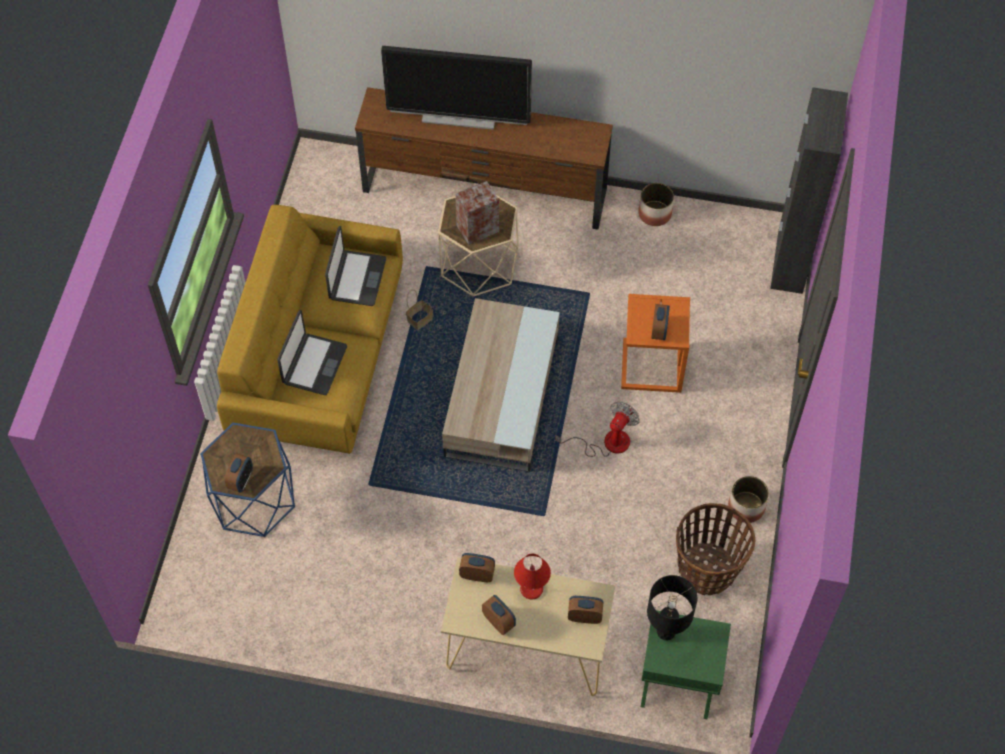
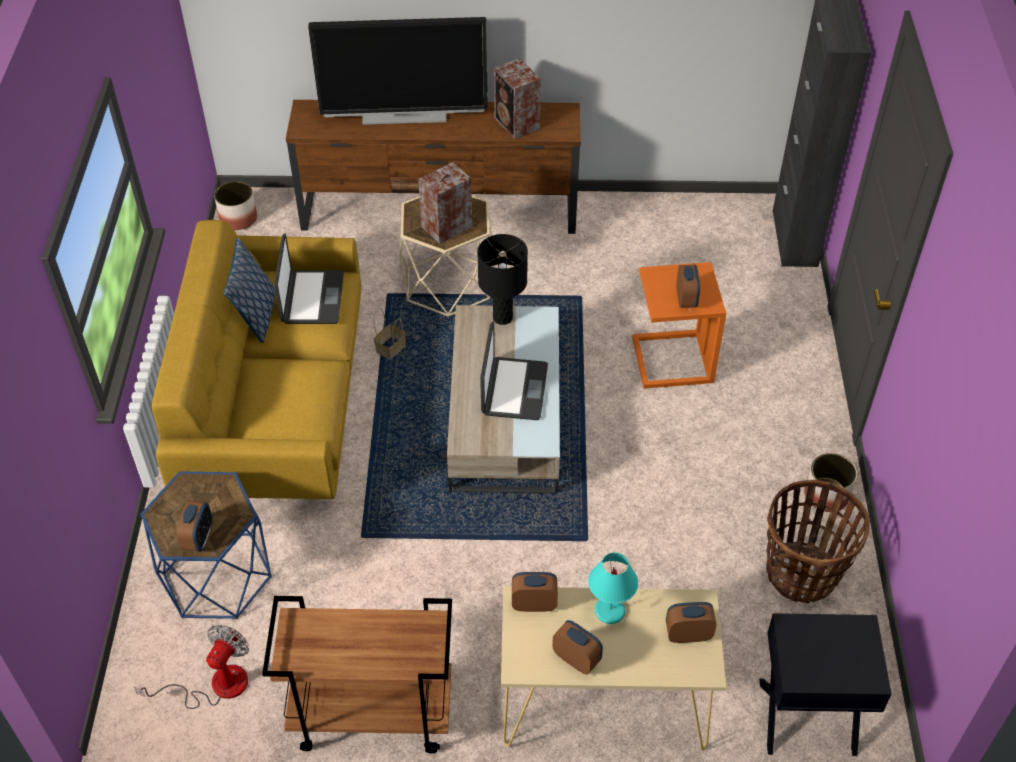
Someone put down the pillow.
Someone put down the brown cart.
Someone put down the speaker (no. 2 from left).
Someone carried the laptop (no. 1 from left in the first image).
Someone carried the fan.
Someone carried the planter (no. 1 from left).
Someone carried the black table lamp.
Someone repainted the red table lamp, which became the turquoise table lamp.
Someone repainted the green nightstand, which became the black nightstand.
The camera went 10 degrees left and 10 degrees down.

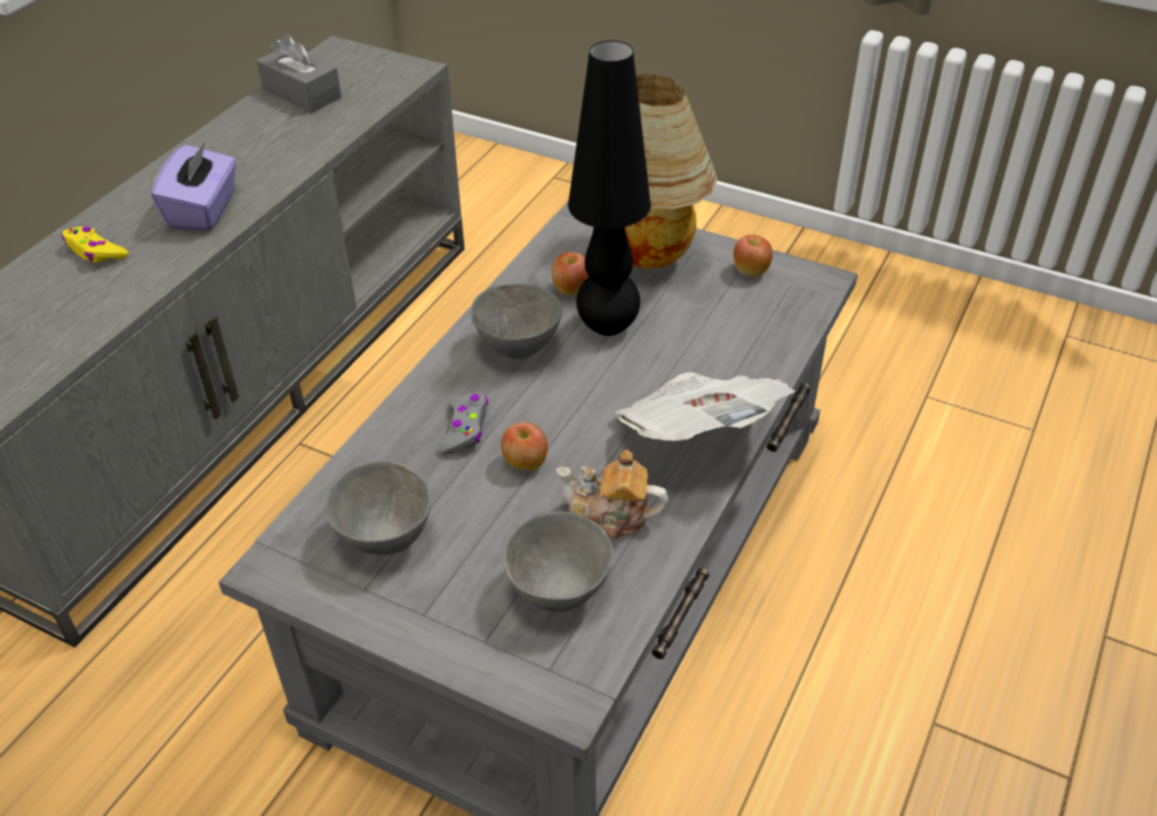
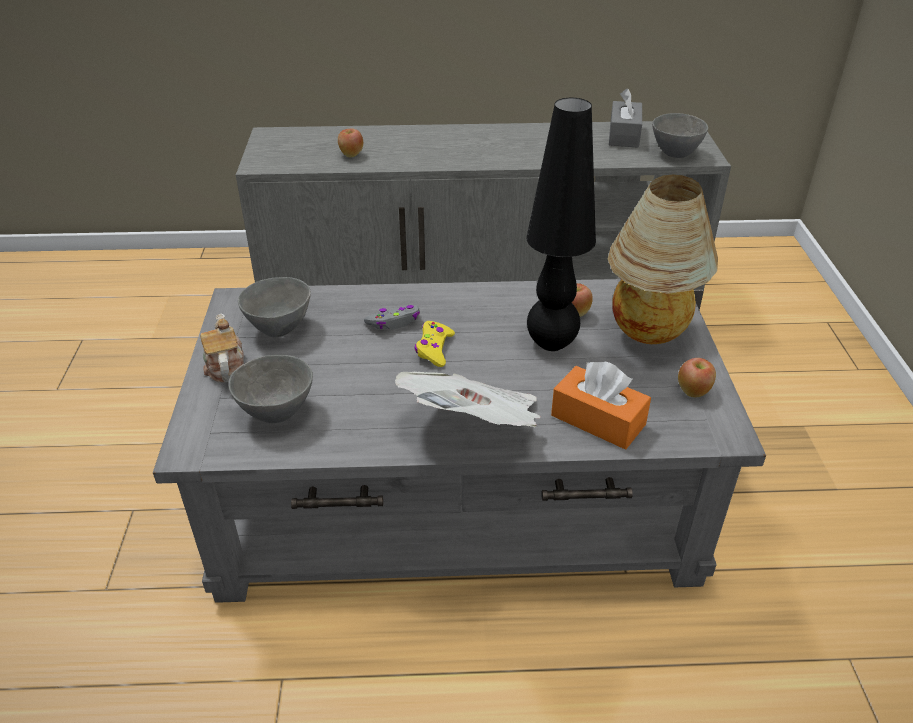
Someone took away the purple tissue box.
Someone put down the orange tissue box.
Someone carried the yellow game controller.
Someone carried the grey bowl (no. 2 from left in the first image).
Someone carried the apple (no. 1 from left).
Someone carried the teapot.
The camera went 60 degrees right and 5 degrees down.

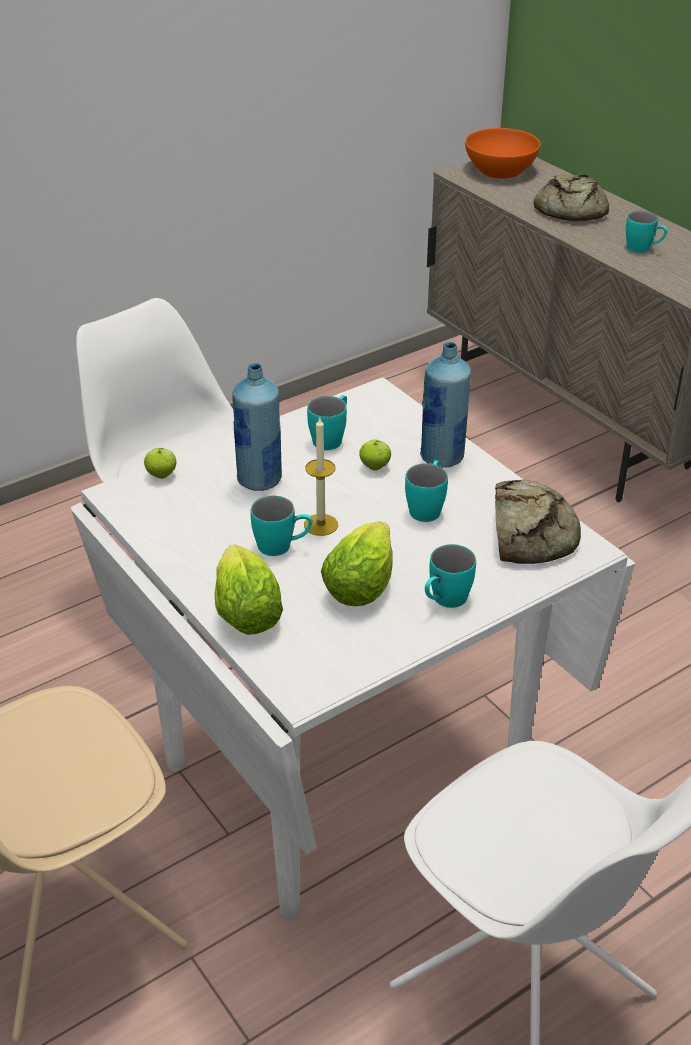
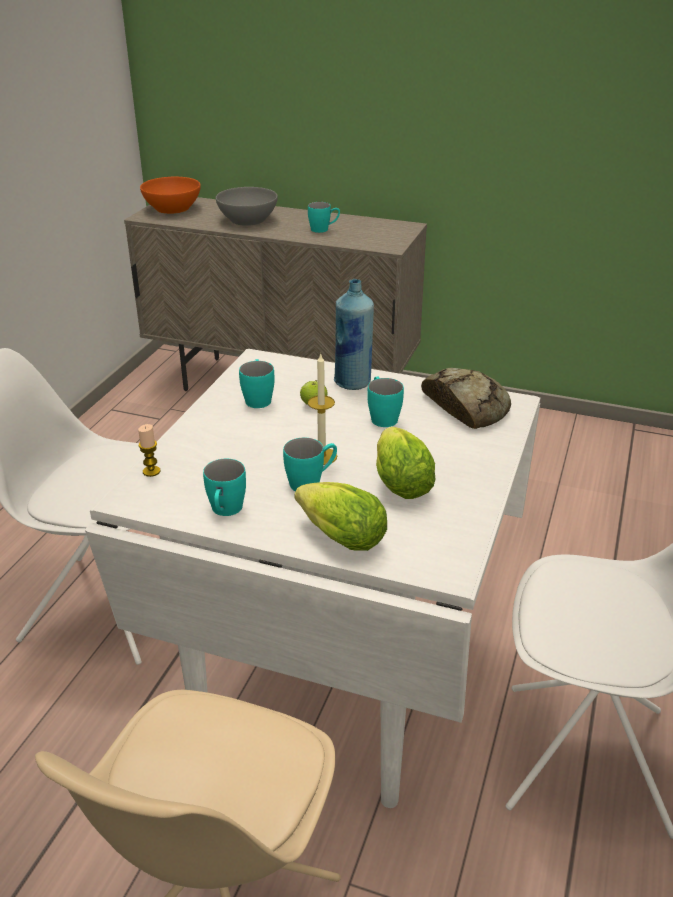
Someone took away the blue bottle (no. 1 from left).
Someone carried the turquoise mug (no. 4 from left in the first image).
Someone swapped the apple (no. 1 from left) for the candle (no. 1 from left).
Someone swapped the bread (no. 2 from left) for the grey bowl.
The camera went 35 degrees left and 5 degrees down.

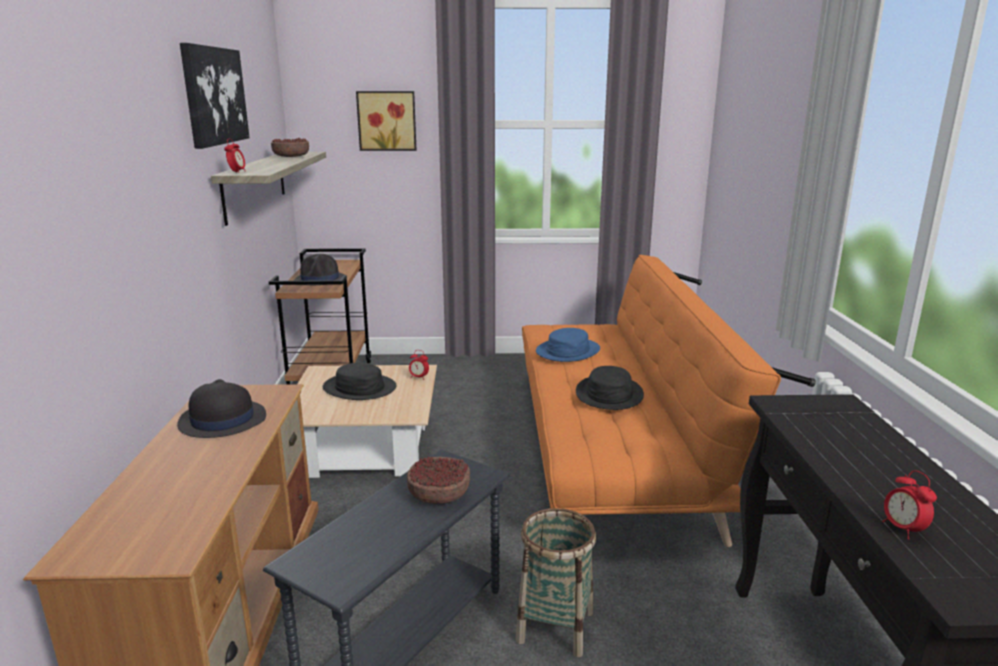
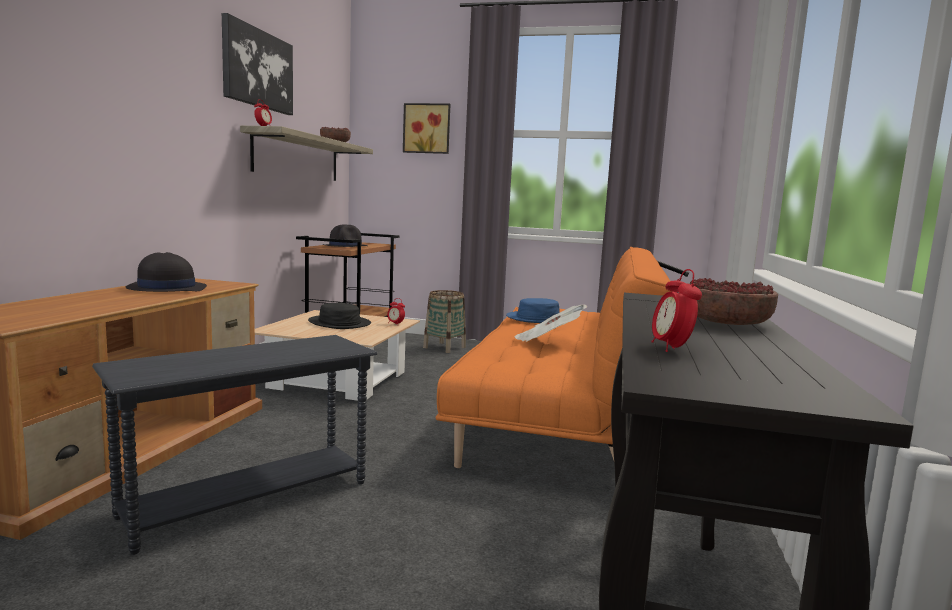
Someone carried the bowl (no. 2 from left).
Someone carried the basket.
Someone swapped the black hat (no. 4 from left) for the newspaper.
The camera went 15 degrees right and 10 degrees down.

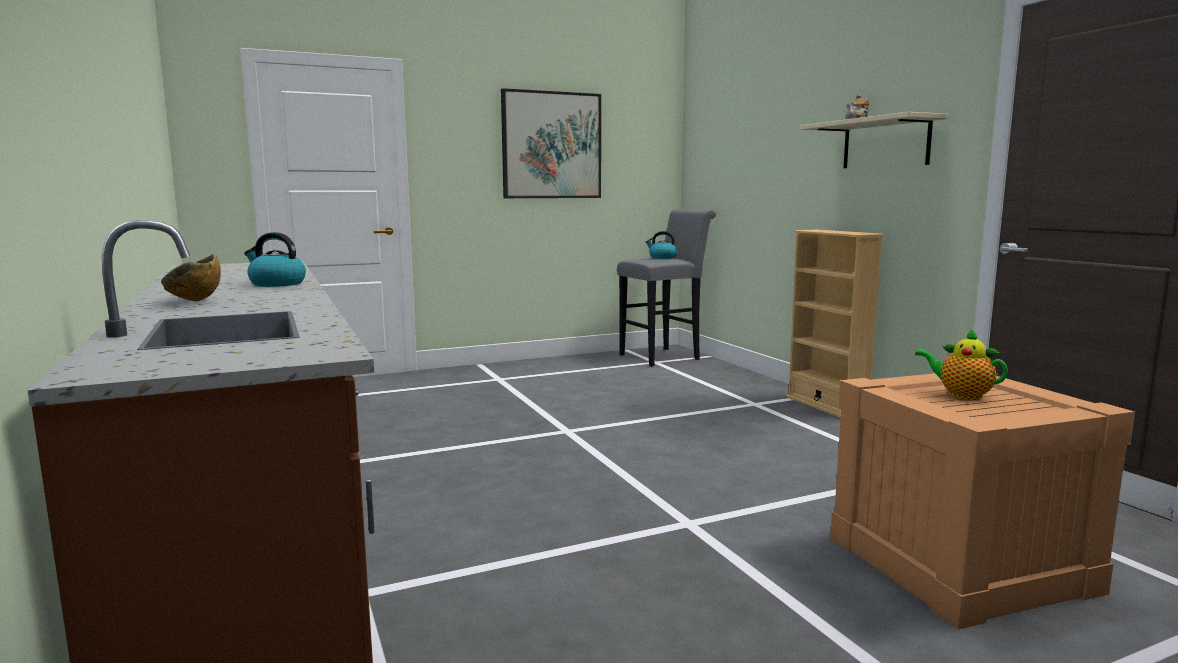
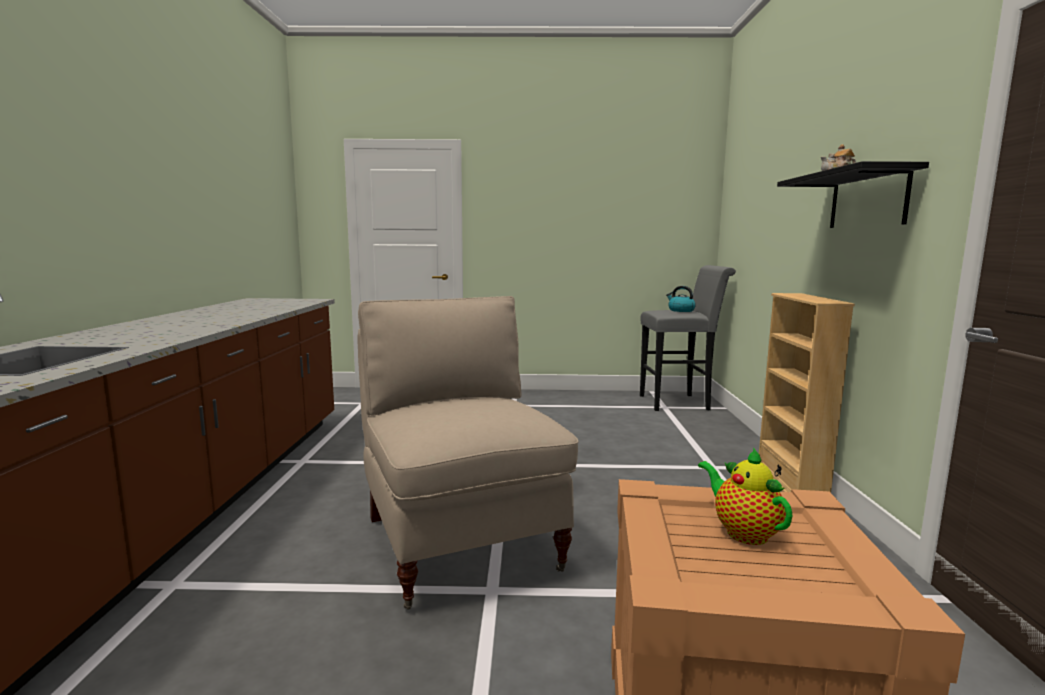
Someone took away the bowl.
Someone took away the kettle (no. 1 from left).
Someone took away the picture.
Someone put down the beige chair.
Someone repainted the beige shelf, which became the black shelf.
The camera went 25 degrees right and 0 degrees up.

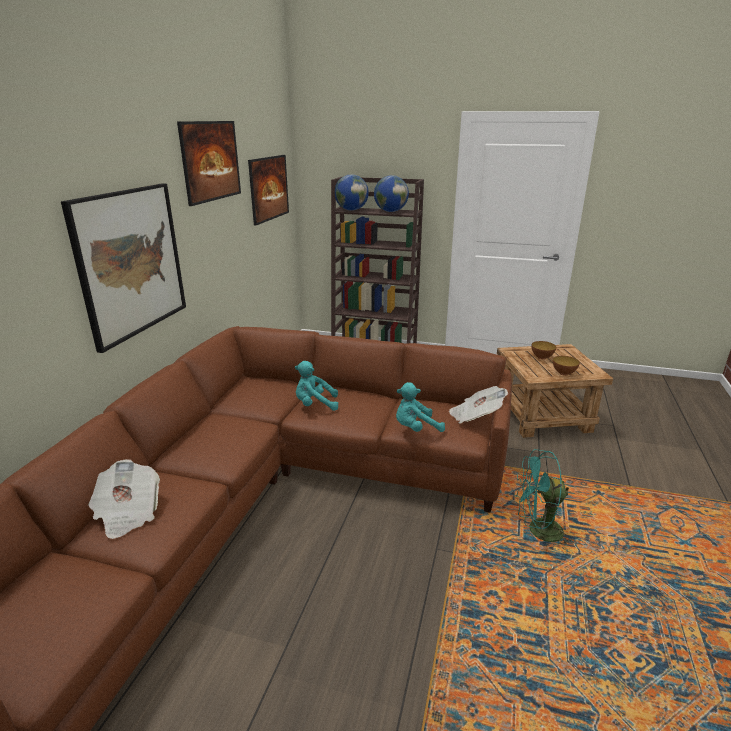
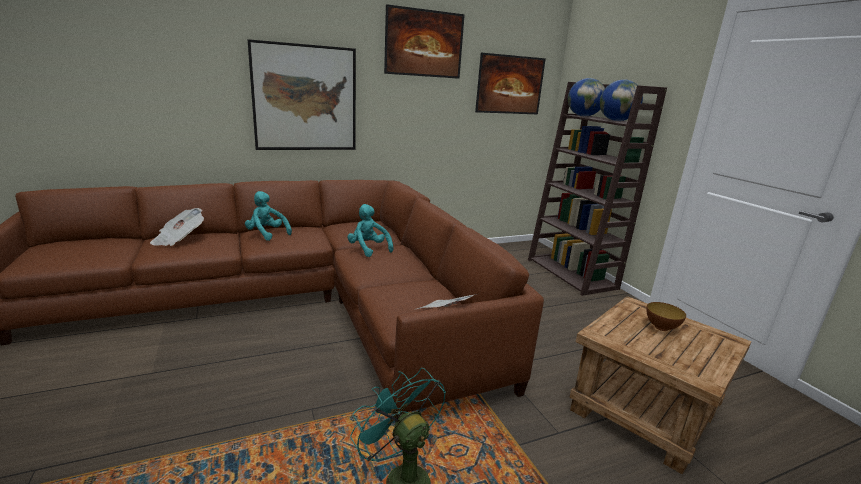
Someone took away the bowl (no. 2 from left).
Someone carried the turquoise plush toy (no. 2 from left in the first image).
The camera went 50 degrees right and 5 degrees down.

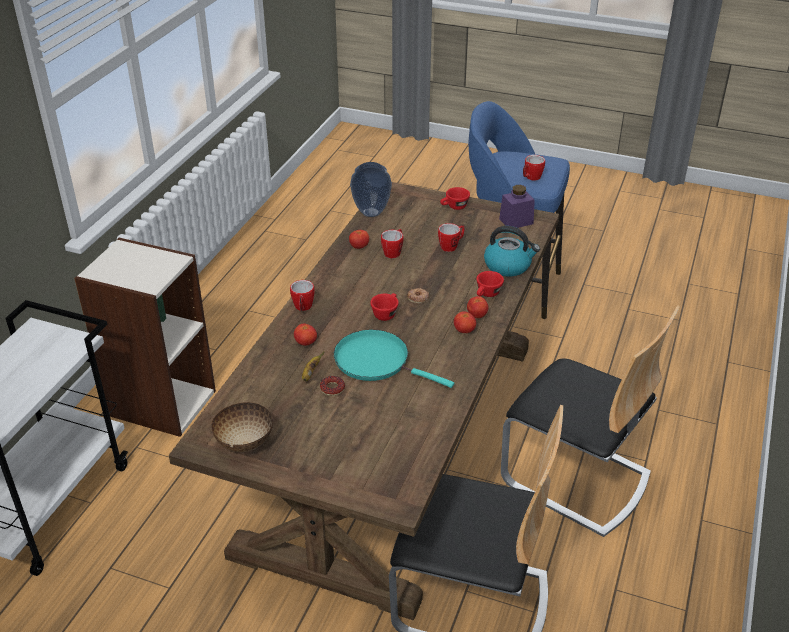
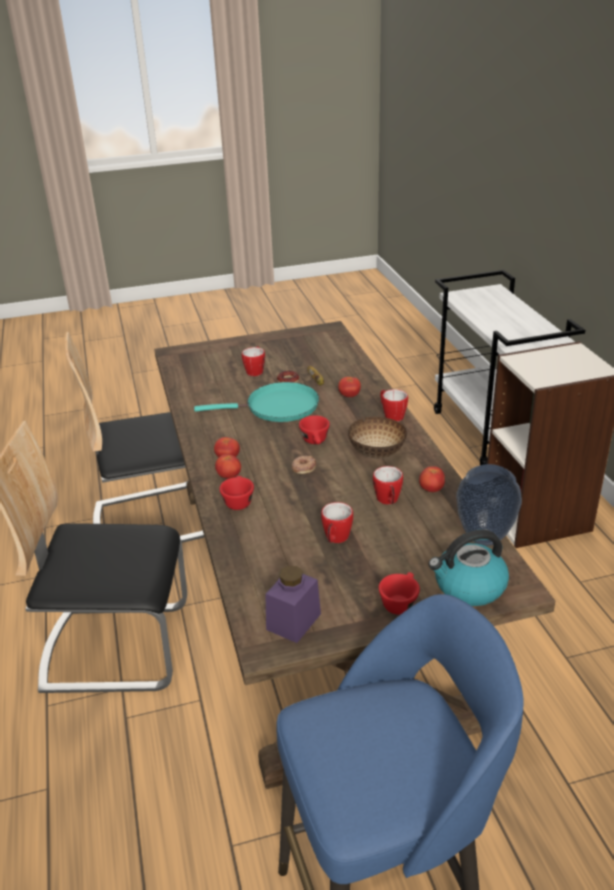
Someone carried the bowl.
Someone carried the kettle.
Someone carried the mug (no. 4 from left in the first image).
The camera went 145 degrees right and 5 degrees down.

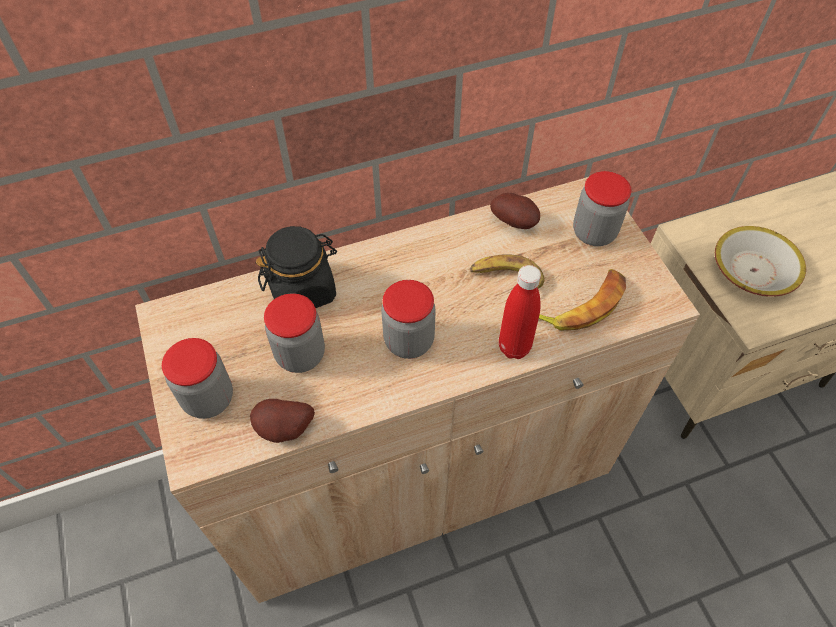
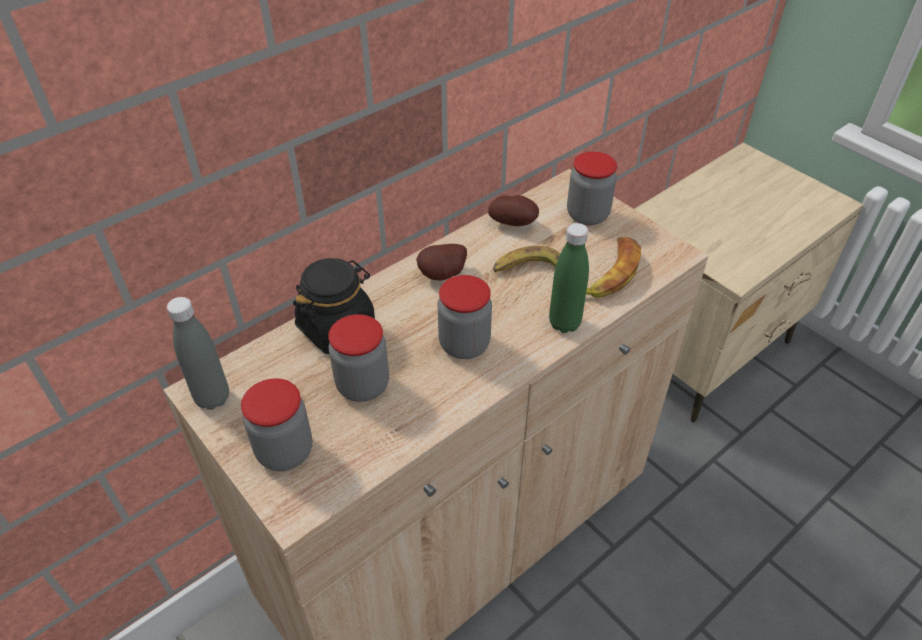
Someone took away the bowl.
Someone put down the grey bottle.
Someone carried the potato (no. 1 from left).
Someone repainted the red bottle, which became the green bottle.
The camera went 20 degrees left and 10 degrees down.

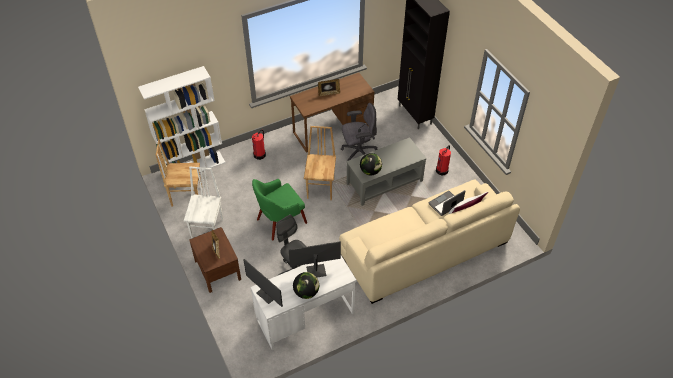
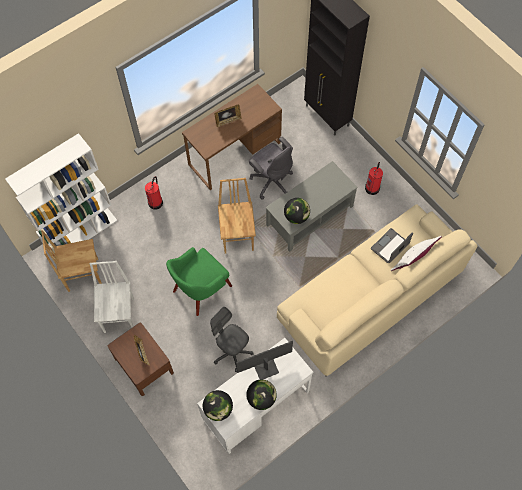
Someone swapped the monitor (no. 1 from left) for the globe (no. 1 from left).
Someone rotated the grey office chair (no. 2 from left) by 75 degrees clockwise.
The camera went 10 degrees left and 15 degrees up.

